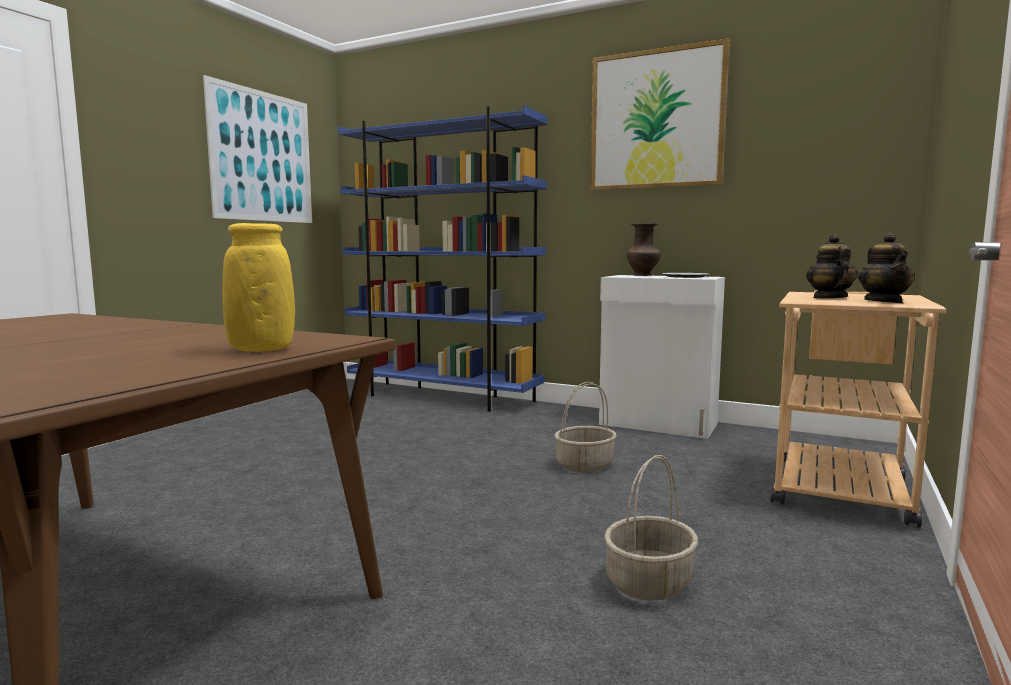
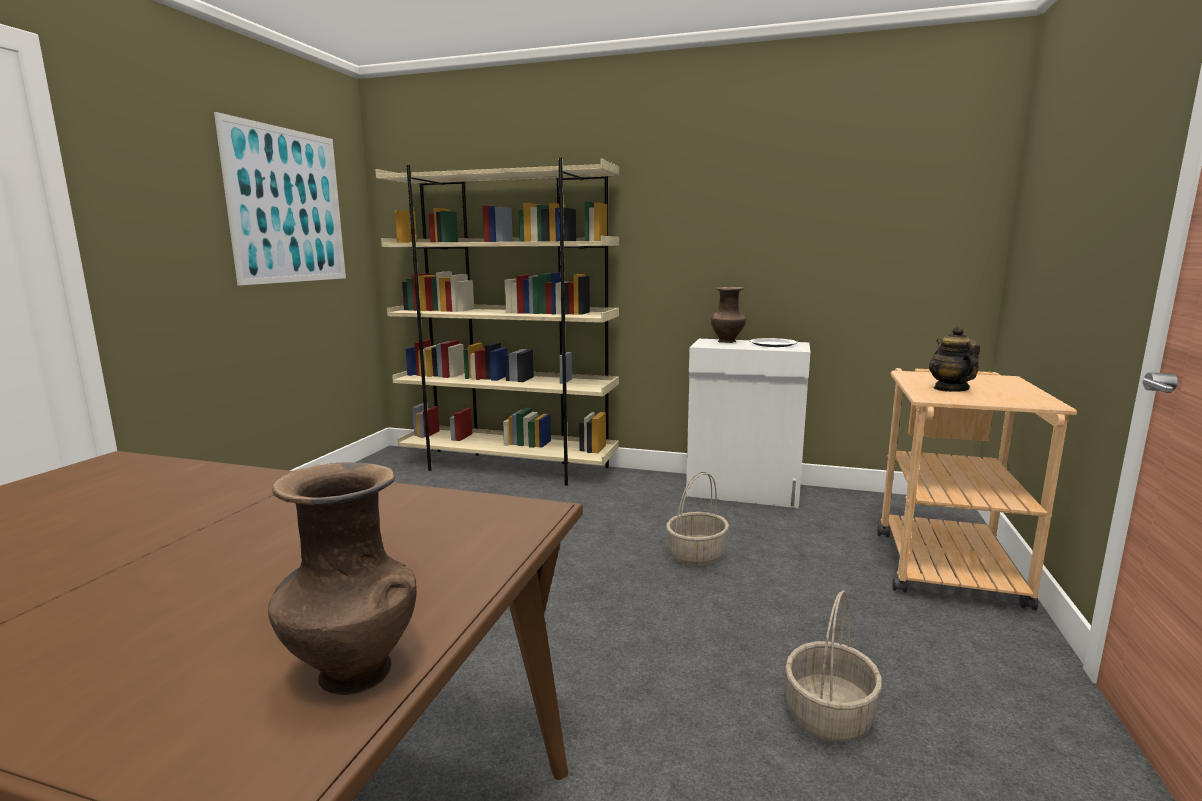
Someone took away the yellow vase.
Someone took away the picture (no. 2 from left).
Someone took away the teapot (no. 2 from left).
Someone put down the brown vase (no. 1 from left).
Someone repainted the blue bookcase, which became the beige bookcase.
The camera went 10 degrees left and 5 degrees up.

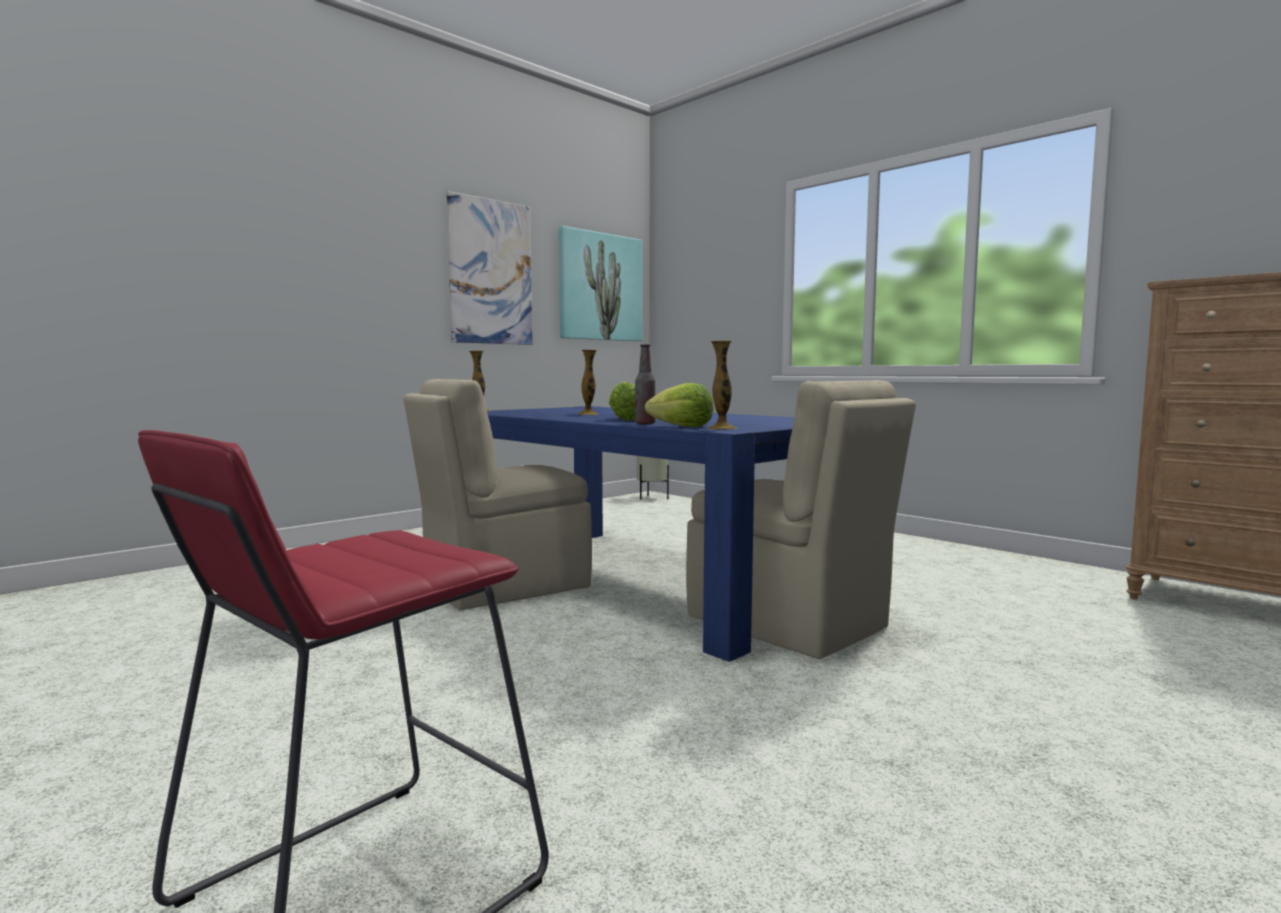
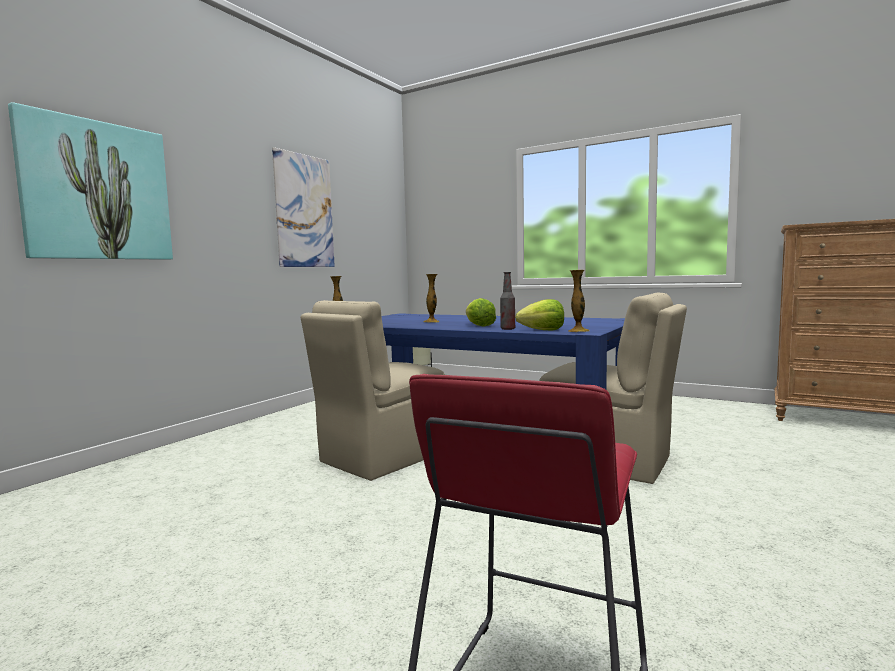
Someone carried the picture (no. 2 from left in the first image).
The camera went 15 degrees left and 0 degrees up.

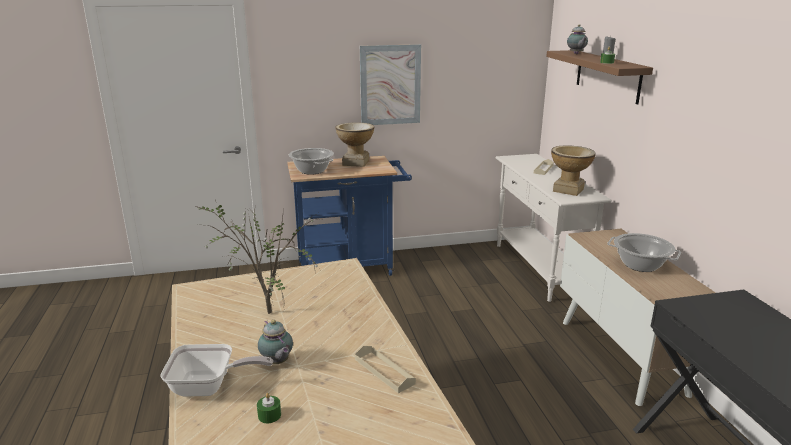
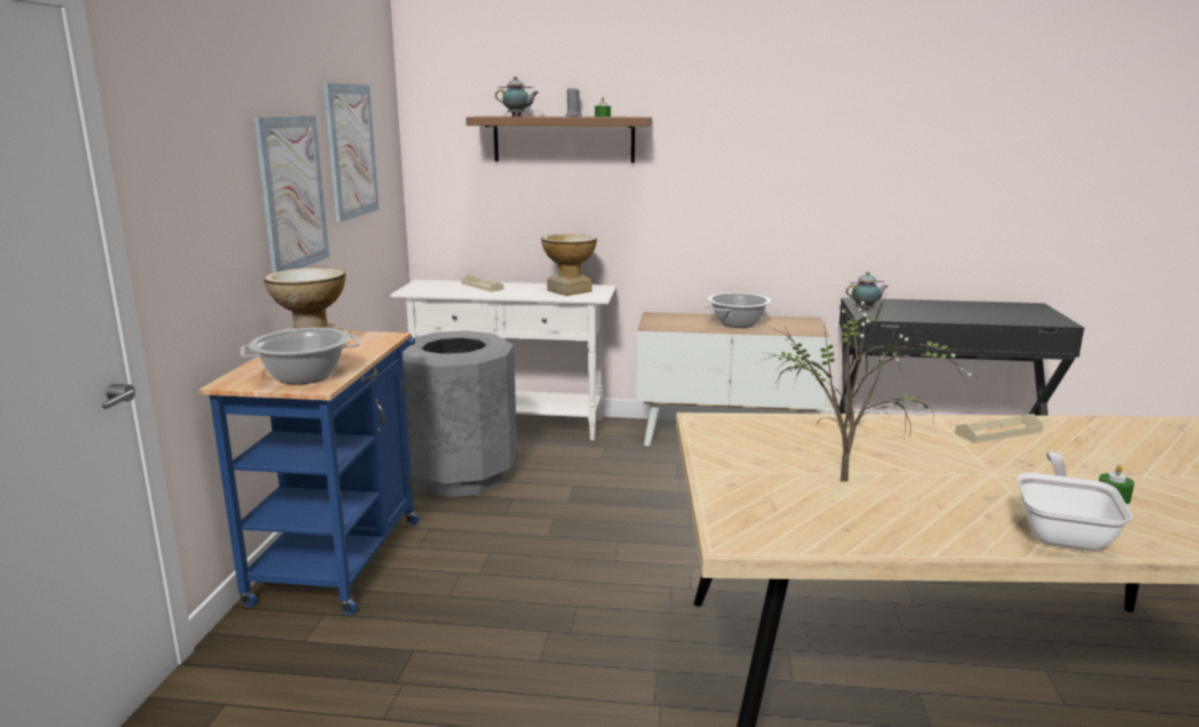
Someone put up the picture (no. 2 from left).
Someone put down the grey trash can.
Someone carried the teapot (no. 1 from left in the first image).
The camera went 70 degrees left and 5 degrees down.

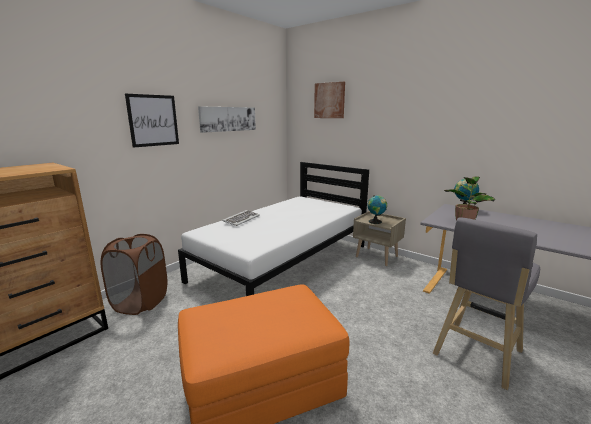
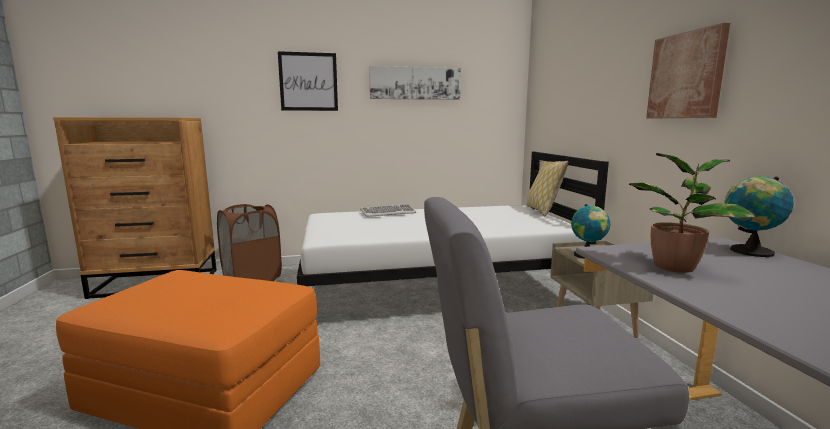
Someone put down the pillow.
Someone carried the picture (no. 3 from left).
The camera went 40 degrees right and 5 degrees down.

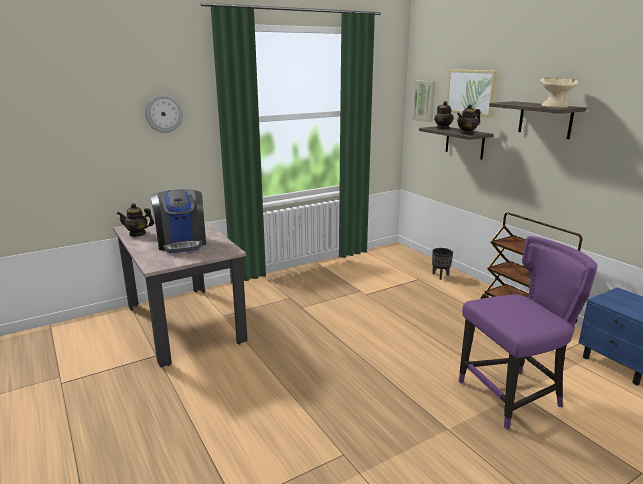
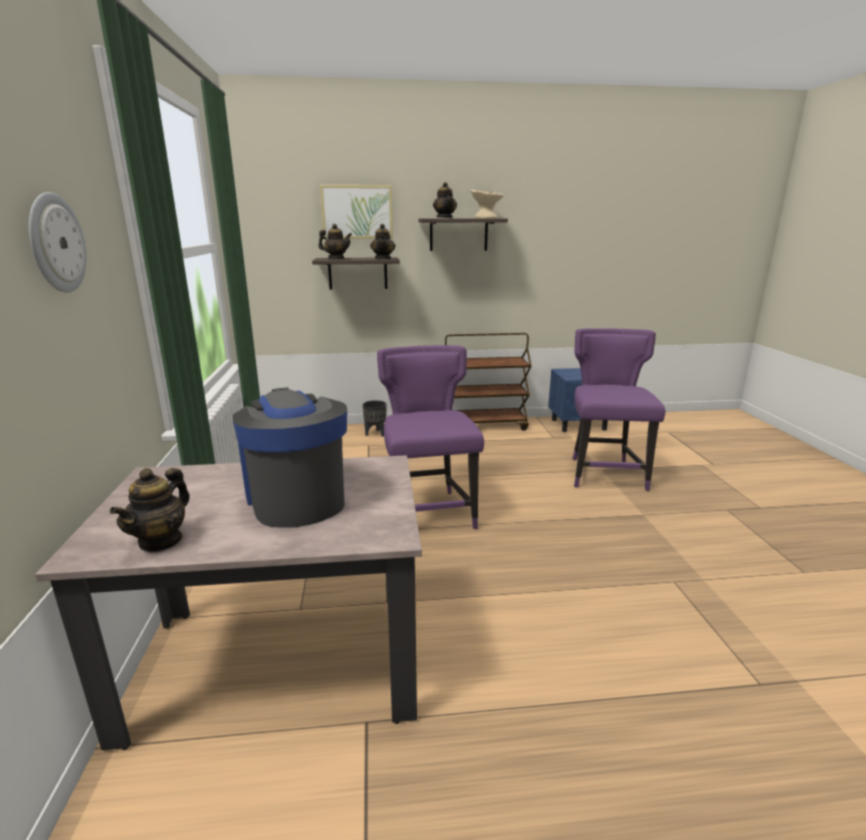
Someone took away the picture (no. 1 from left).
Someone put down the purple chair (no. 1 from left).
Someone put down the teapot (no. 4 from left).
Someone rotated the coffee machine by 120 degrees counterclockwise.
The camera went 65 degrees left and 0 degrees up.

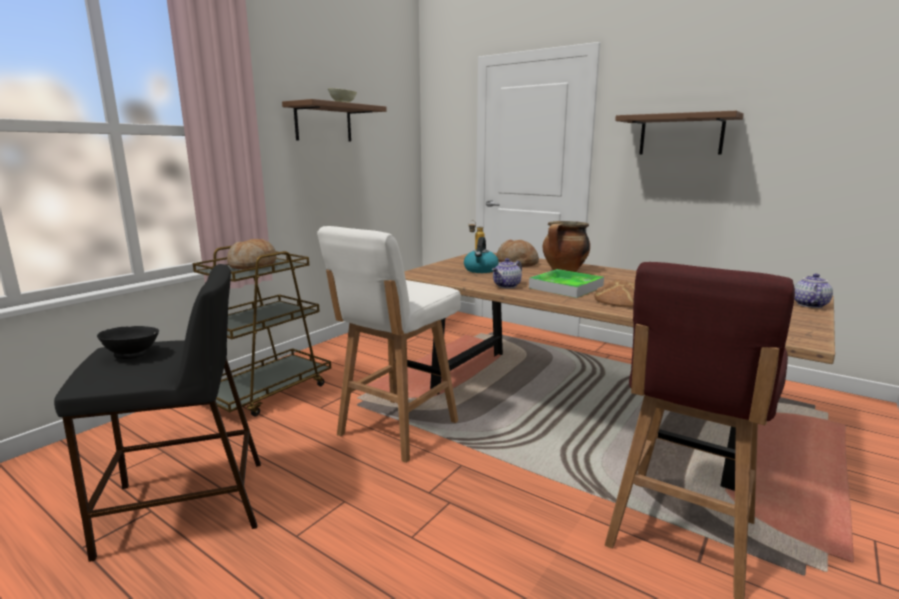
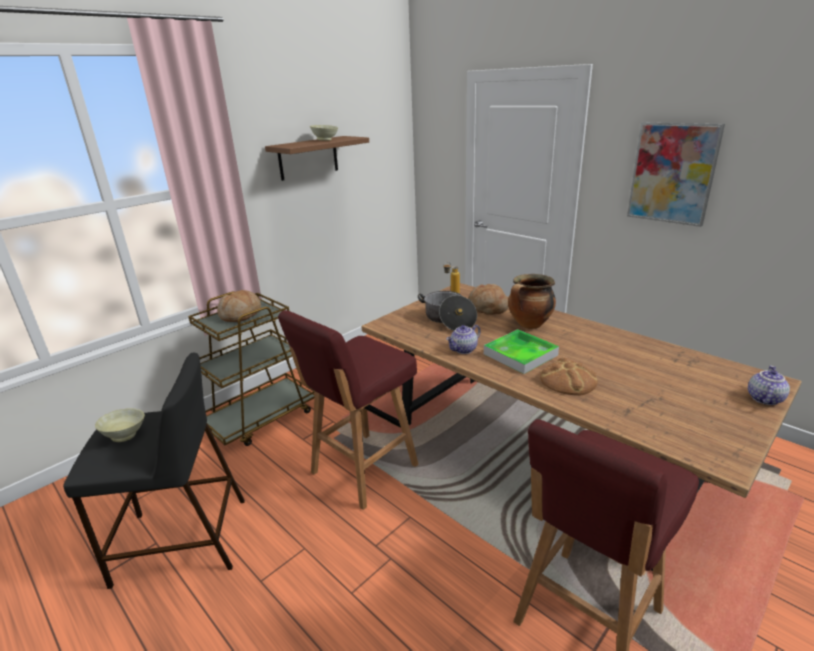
Someone swapped the kettle for the cooking pot (no. 1 from left).
Someone swapped the brown shelf (no. 2 from left) for the picture.
Someone repainted the black bowl, which became the beige bowl (no. 1 from left).
Someone repainted the white stool, which became the red stool (no. 1 from left).
The camera went 10 degrees right and 10 degrees up.

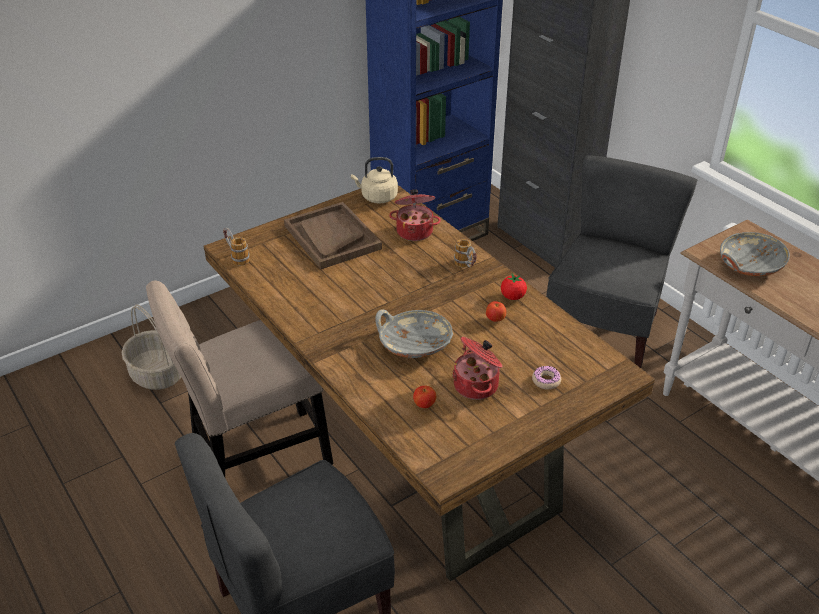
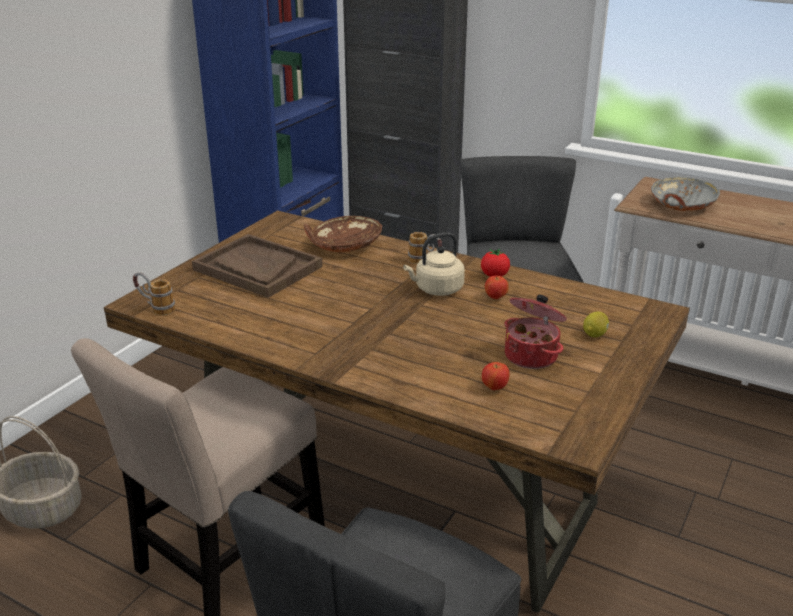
Someone took away the grey bowl (no. 1 from left).
Someone carried the beige kettle.
Someone swapped the cooking pot (no. 1 from left) for the brown bowl.
Someone swapped the donut for the lemon.
The camera went 25 degrees left and 10 degrees down.

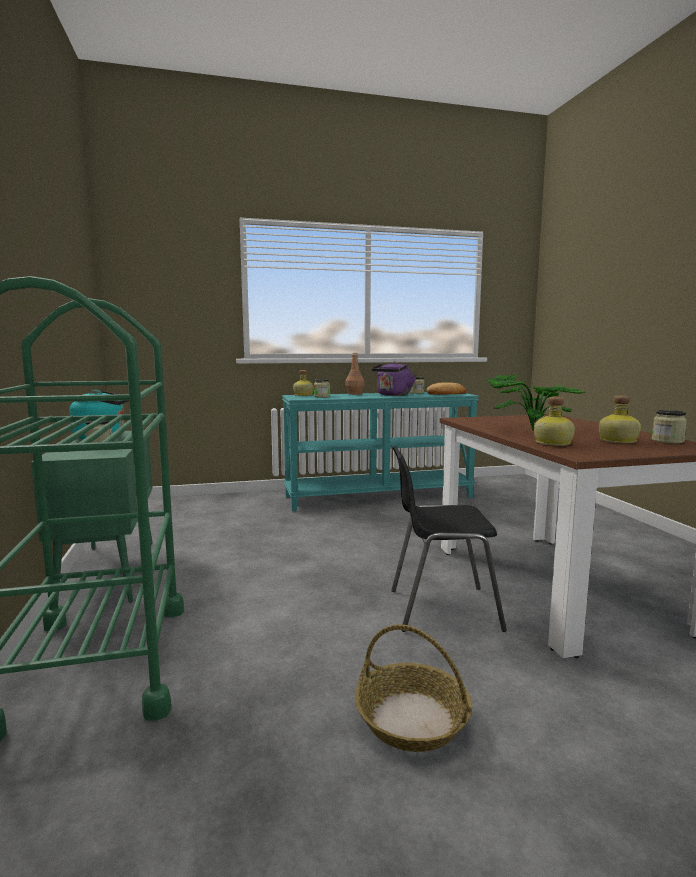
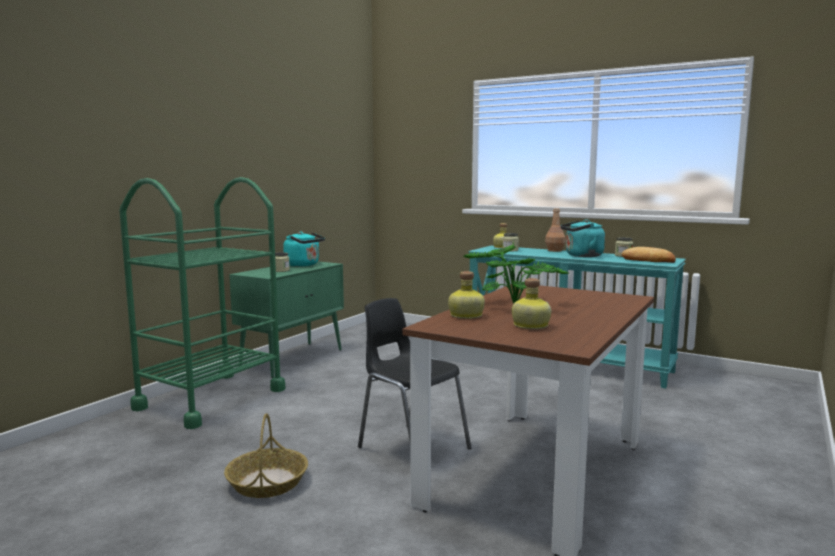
Someone took away the jar (no. 4 from left).
Someone repainted the purple kettle, which became the turquoise kettle (no. 2 from left).
The camera went 45 degrees right and 0 degrees up.

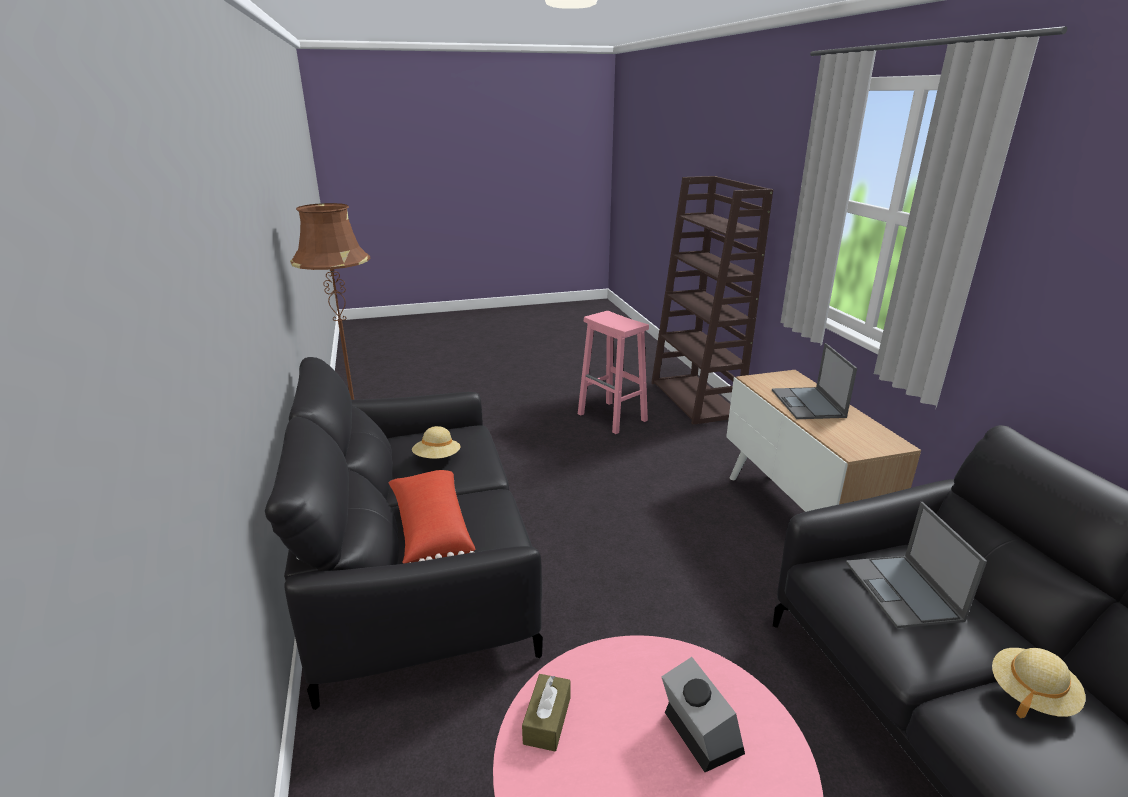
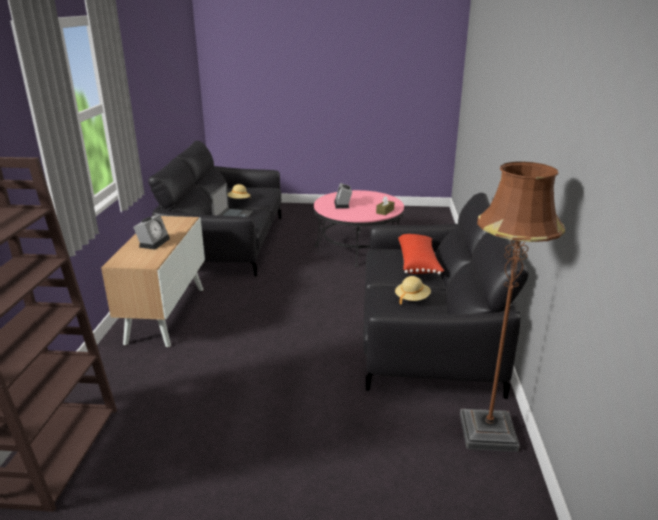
Someone took away the pink stool.
Someone swapped the laptop (no. 1 from left) for the alarm clock (no. 1 from left).
The camera went 160 degrees left and 0 degrees up.

